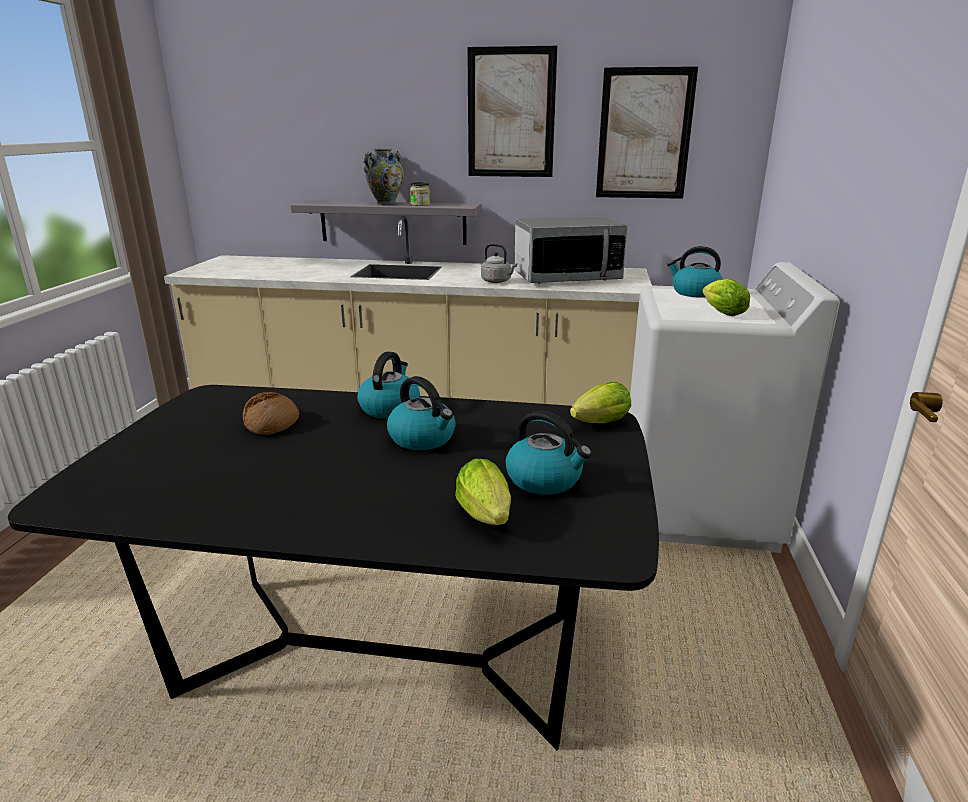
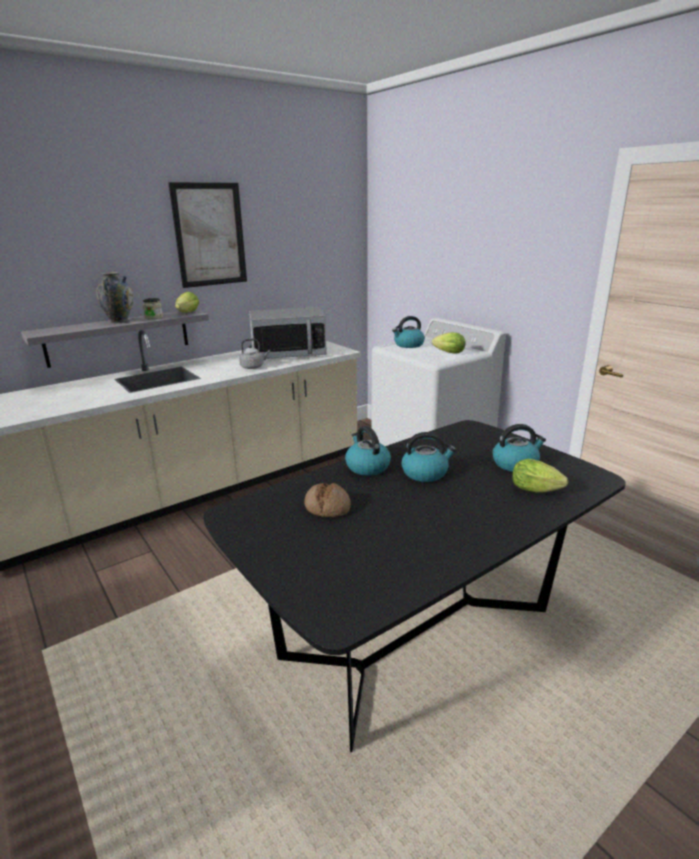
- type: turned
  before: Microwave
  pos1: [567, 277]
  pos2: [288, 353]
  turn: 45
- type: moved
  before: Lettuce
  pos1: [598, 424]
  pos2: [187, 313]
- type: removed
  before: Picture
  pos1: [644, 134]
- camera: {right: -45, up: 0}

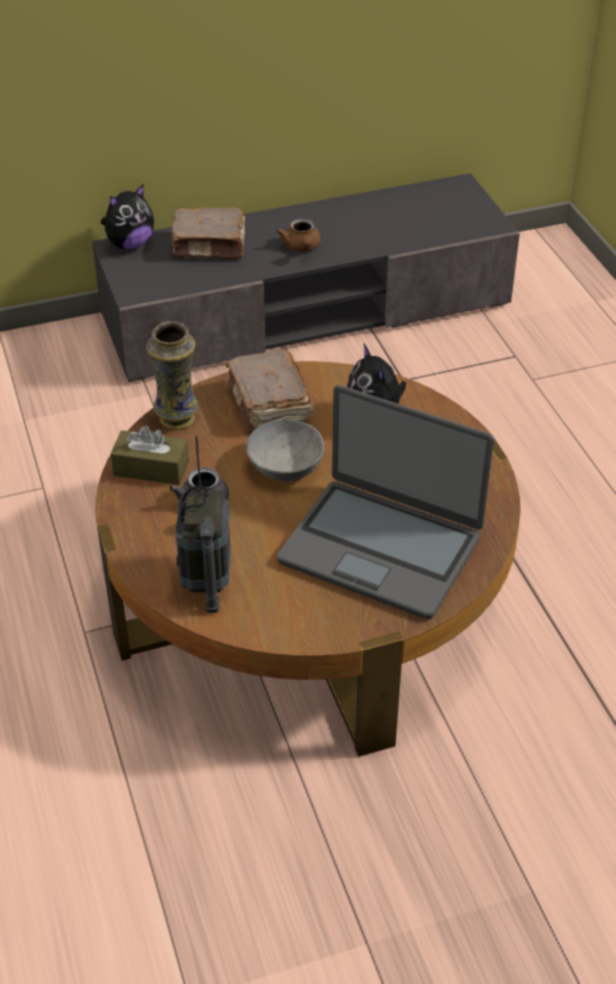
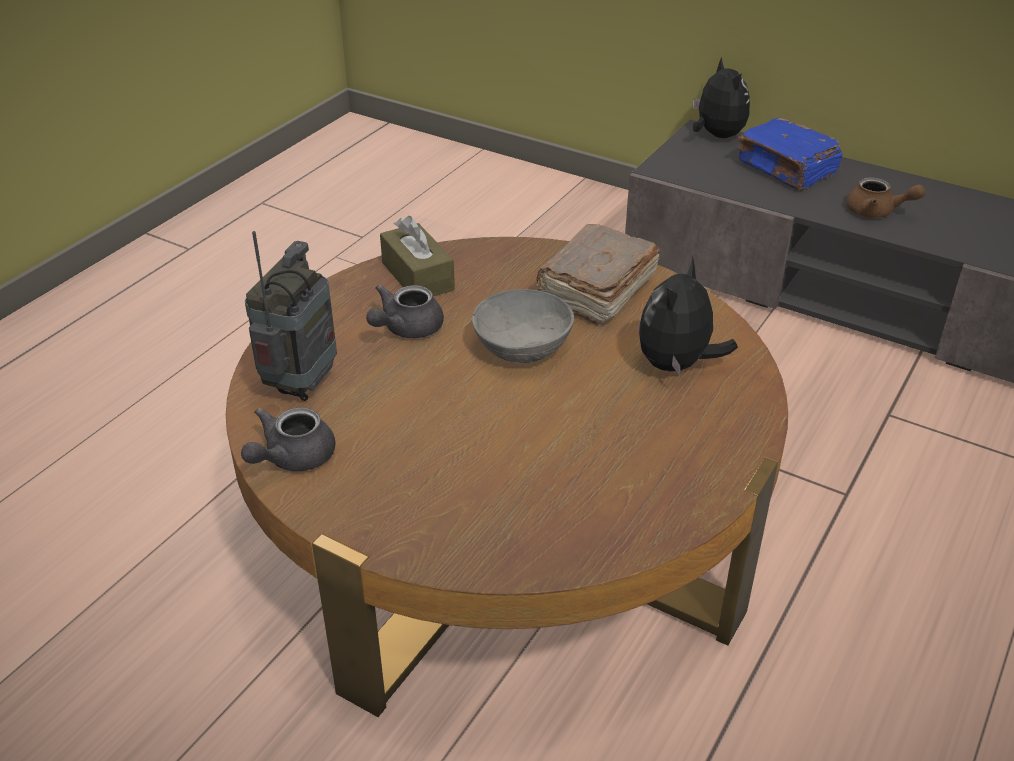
- type: turned
  before: PlushToy
  pos1: [130, 244]
  pos2: [716, 135]
  turn: -120
- type: removed
  before: Vase
  pos1: [177, 419]
- type: recoloured
  before: BrownBook
  after: BlueBook
  pos1: [210, 246]
  pos2: [786, 169]
- type: turned
  before: Radio
  pos1: [206, 582]
  pos2: [301, 384]
  turn: 150
- type: turned
  before: BrownTeapot
  pos1: [302, 247]
  pos2: [876, 212]
  turn: -105
- type: removed
  before: Laptop
  pos1: [381, 548]
- type: added
  after: GreyTeapot
  pos2: [292, 458]
- camera: {right: 50, up: -5}

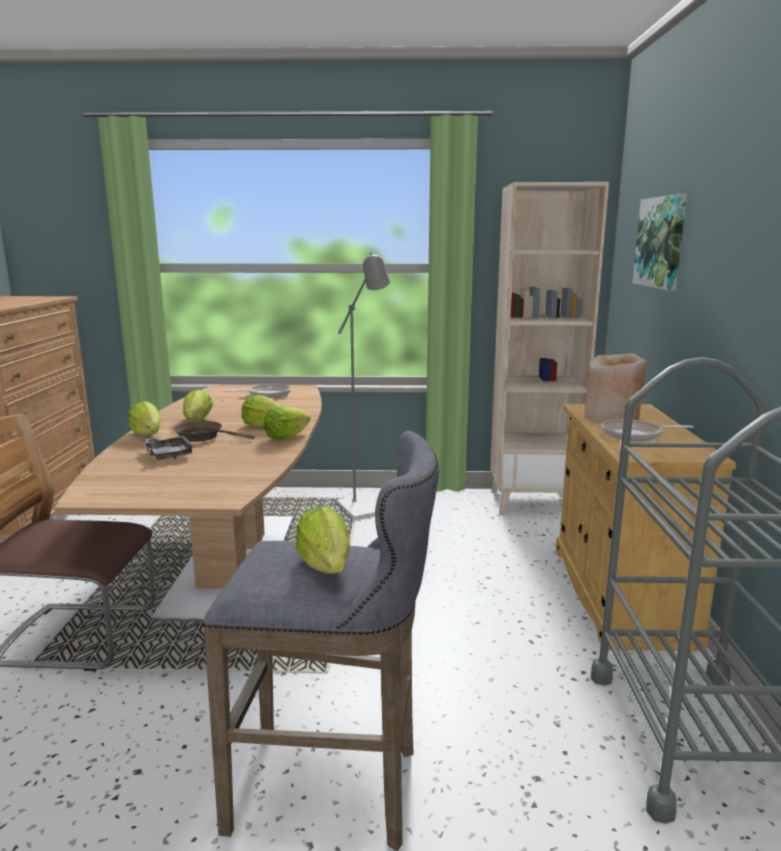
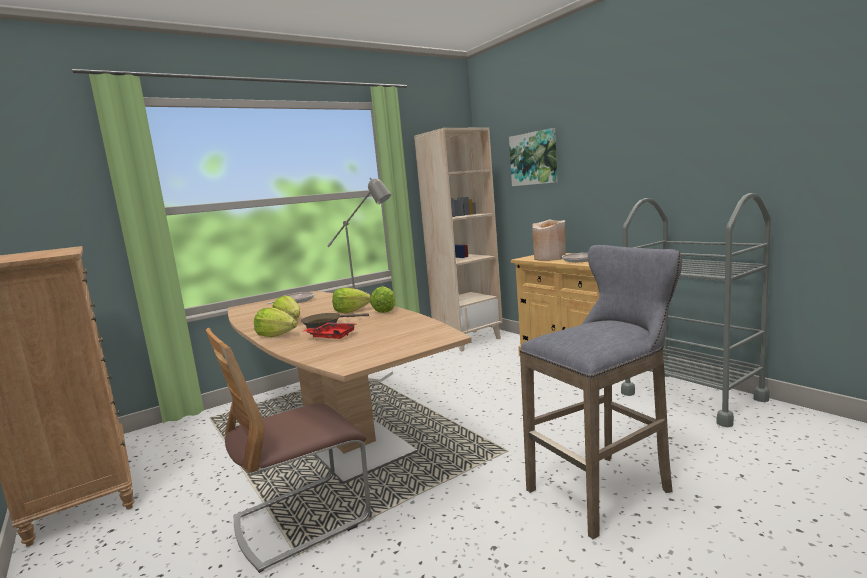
- type: recoloured
  before: GreyTray
  after: RedTray
  pos1: [168, 454]
  pos2: [332, 336]
- type: removed
  before: Lettuce
  pos1: [326, 566]
- camera: {right: -35, up: -5}

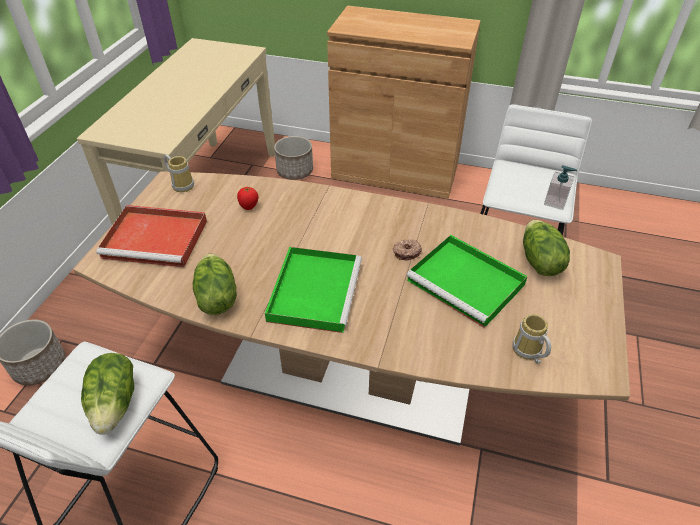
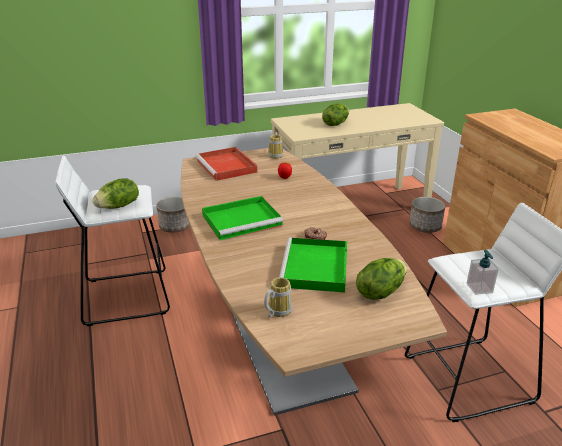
- type: moved
  before: Lettuce
  pos1: [216, 298]
  pos2: [335, 124]
- camera: {right: 55, up: -15}

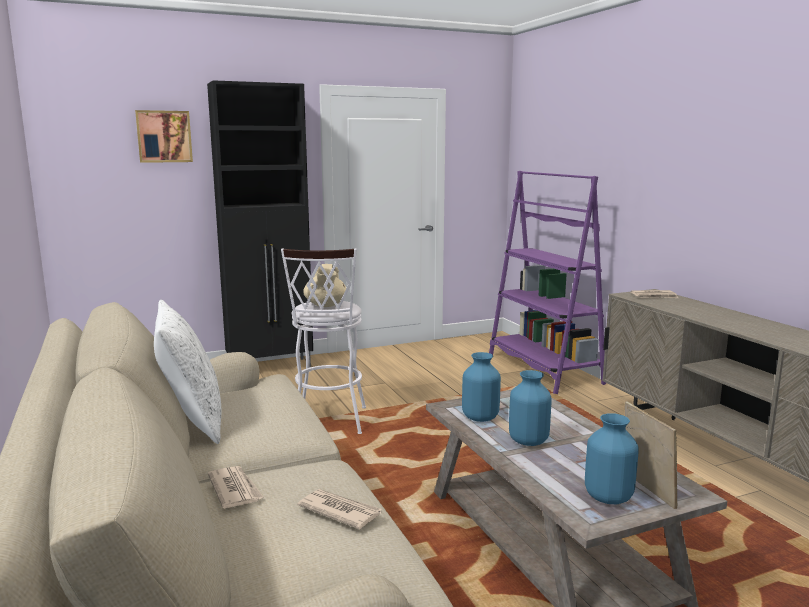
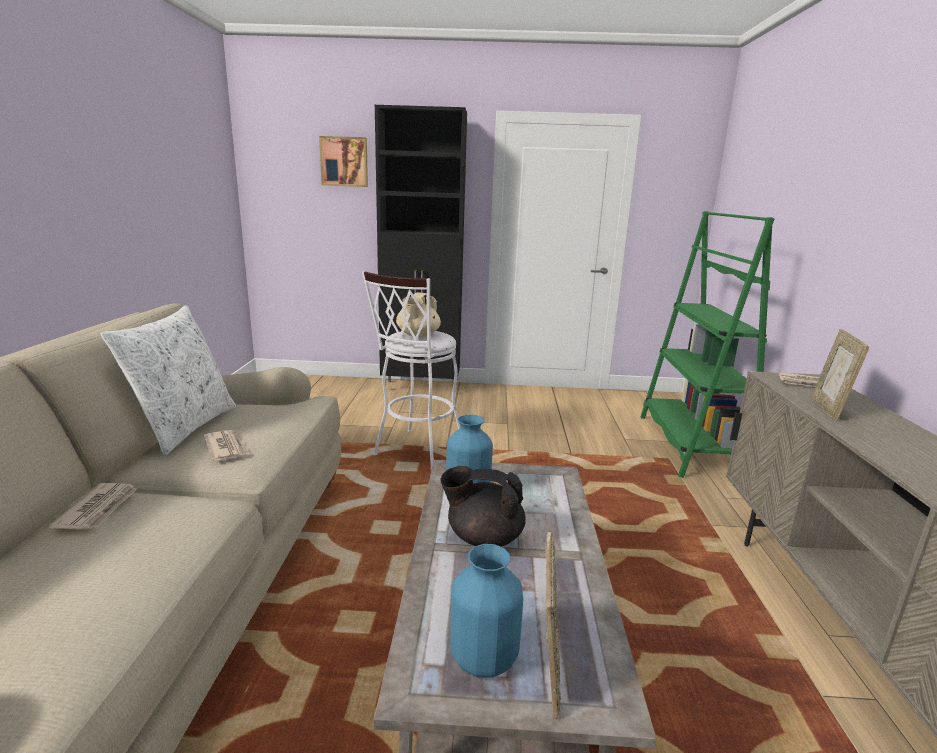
- type: moved
  before: Newspaper
  pos1: [339, 511]
  pos2: [226, 448]
- type: recoloured
  before: PurpleBookcase
  after: GreenBookcase
  pos1: [543, 369]
  pos2: [691, 445]
- type: replaced
  before: BlueVase
  after: BlackTeapot
  pos1: [527, 441]
  pos2: [483, 537]
- type: added
  after: PictureFrame
  pos2: [828, 409]
- camera: {right: 25, up: 5}

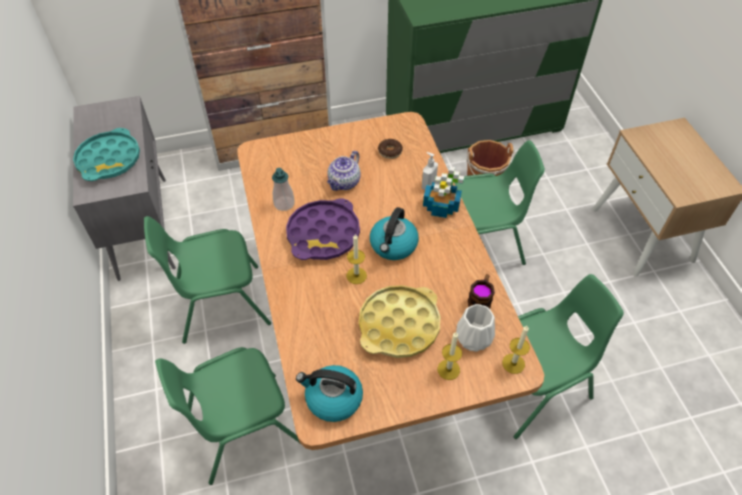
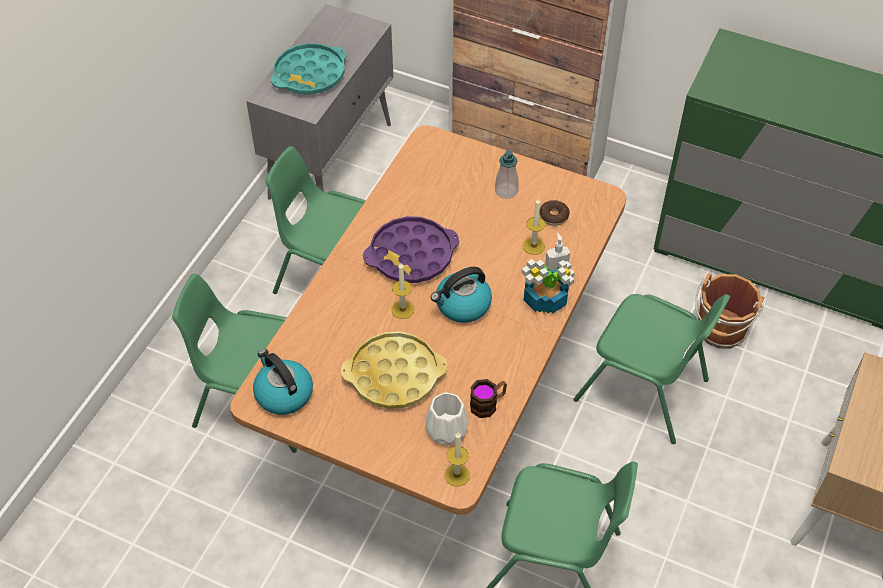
- type: moved
  before: SoapDispenser
  pos1: [284, 204]
  pos2: [506, 191]
- type: removed
  before: Teapot
  pos1: [344, 183]
- type: moved
  before: Candle
  pos1: [448, 369]
  pos2: [533, 246]
- camera: {right: 40, up: 0}

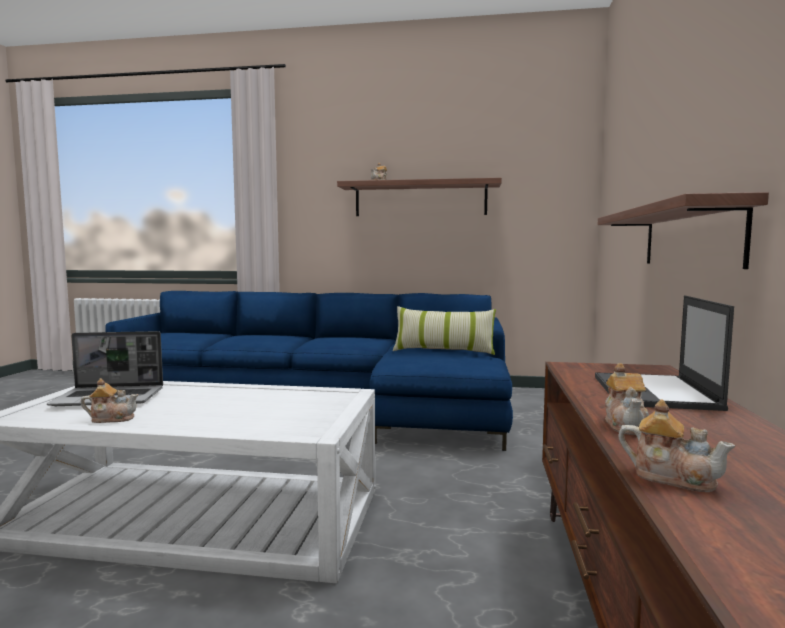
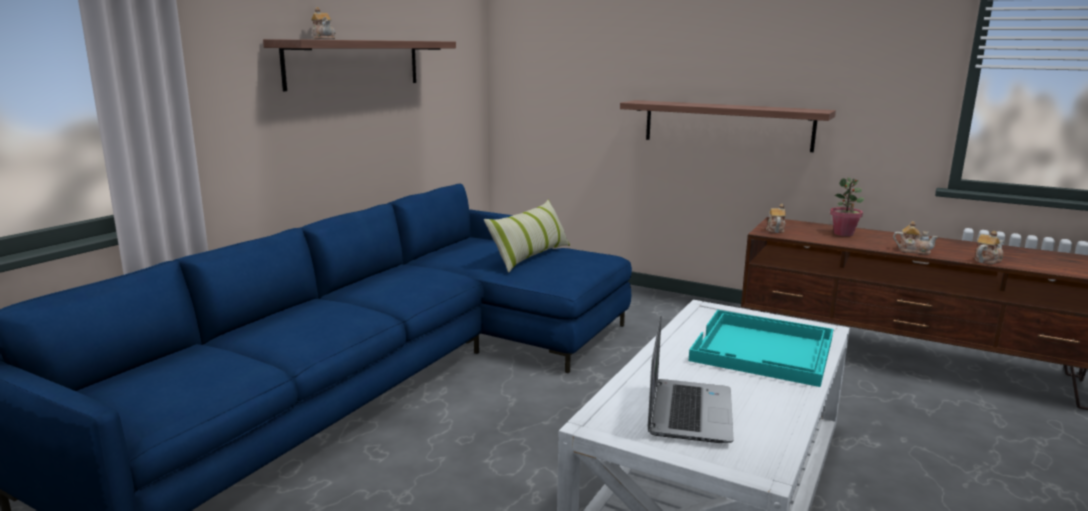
- type: moved
  before: Teapot
  pos1: [112, 418]
  pos2: [775, 230]
- type: replaced
  before: Laptop
  after: PottedPlant
  pos1: [654, 392]
  pos2: [843, 234]
- type: added
  after: TurquoiseTray
  pos2: [764, 350]
- camera: {right: -70, up: 10}

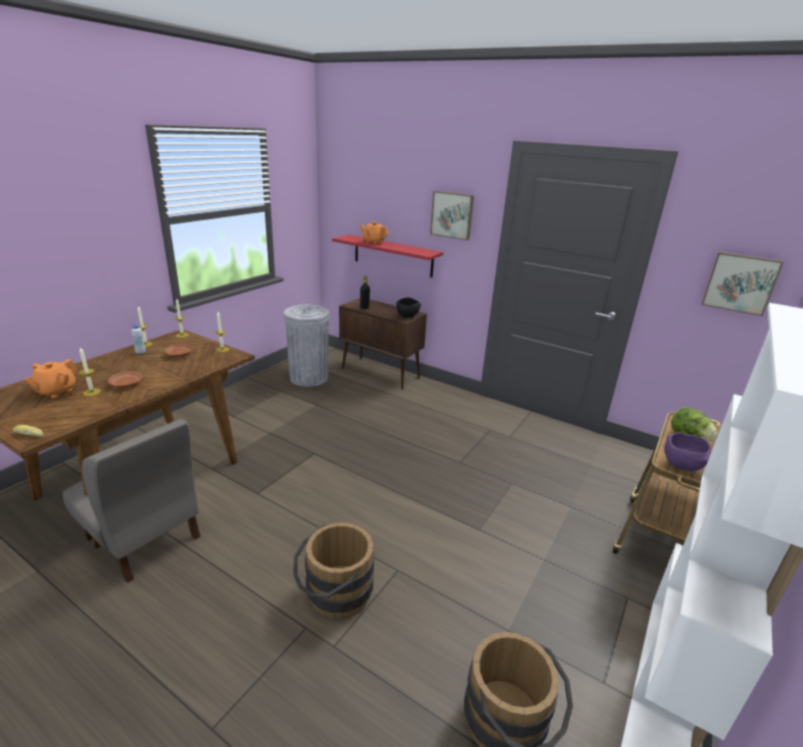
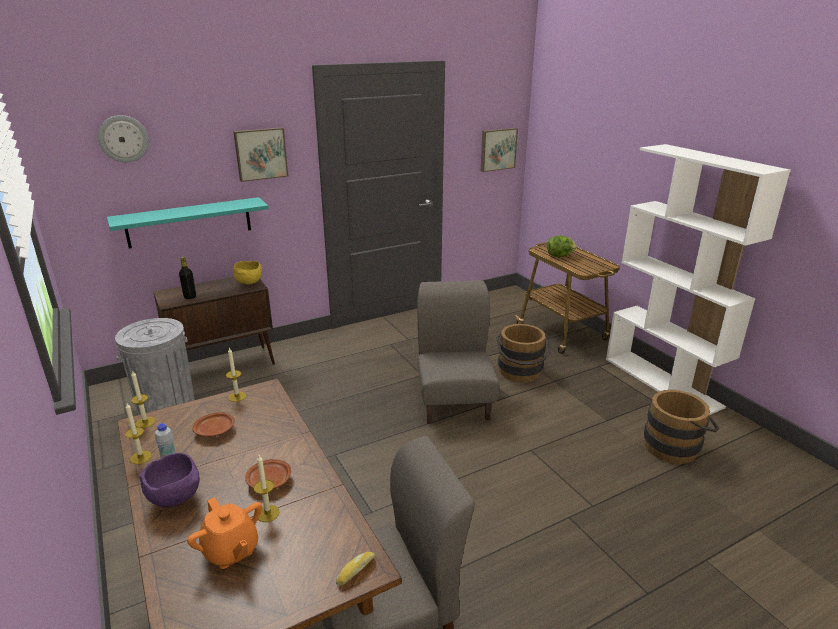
- type: moved
  before: BrownBucket
  pos1: [334, 595]
  pos2: [520, 373]
- type: recoloured
  before: RedShelf
  after: TurquoiseShelf
  pos1: [393, 255]
  pos2: [189, 222]
- type: removed
  before: OrangeTeapot
  pos1: [373, 242]
- type: recoloured
  before: BlackBowl
  after: YellowBowl
  pos1: [408, 316]
  pos2: [249, 282]
- type: moved
  before: PurpleBowl
  pos1: [683, 466]
  pos2: [176, 498]
- type: added
  after: WallClock
  pos2: [123, 139]
- type: added
  after: GreyChair
  pos2: [454, 401]
- camera: {right: -60, up: 0}

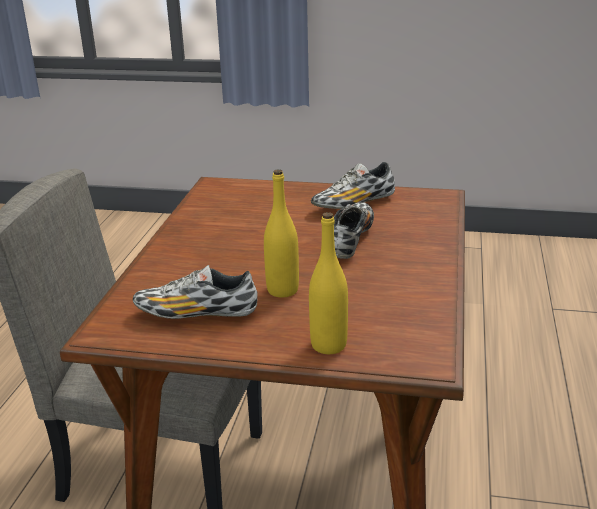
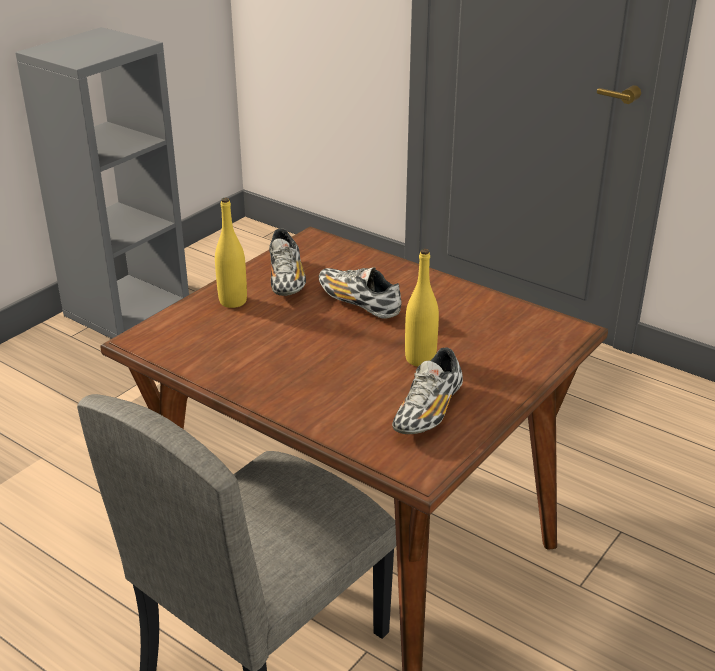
- type: moved
  before: YellowBottle
  pos1: [328, 345]
  pos2: [233, 301]
- type: added
  after: GreyBookcase
  pos2: [127, 307]
- camera: {right: -65, up: 5}

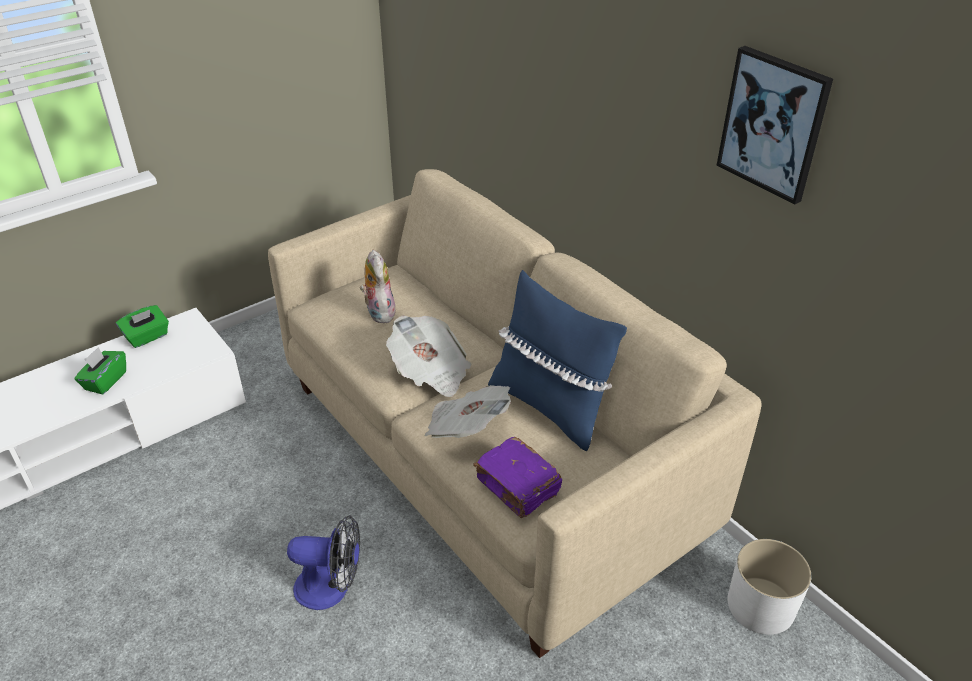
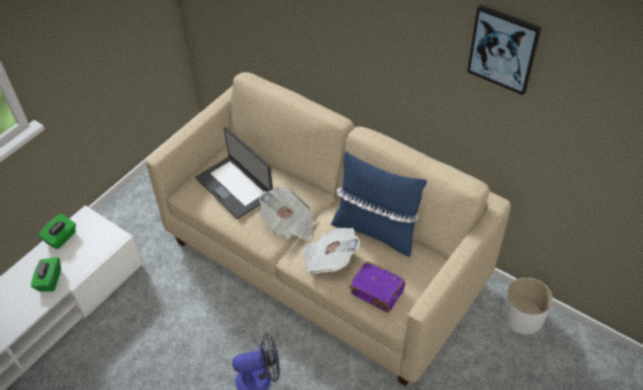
- type: replaced
  before: PlushToy
  after: Laptop
  pos1: [378, 312]
  pos2: [235, 186]
- camera: {right: -15, up: 10}

